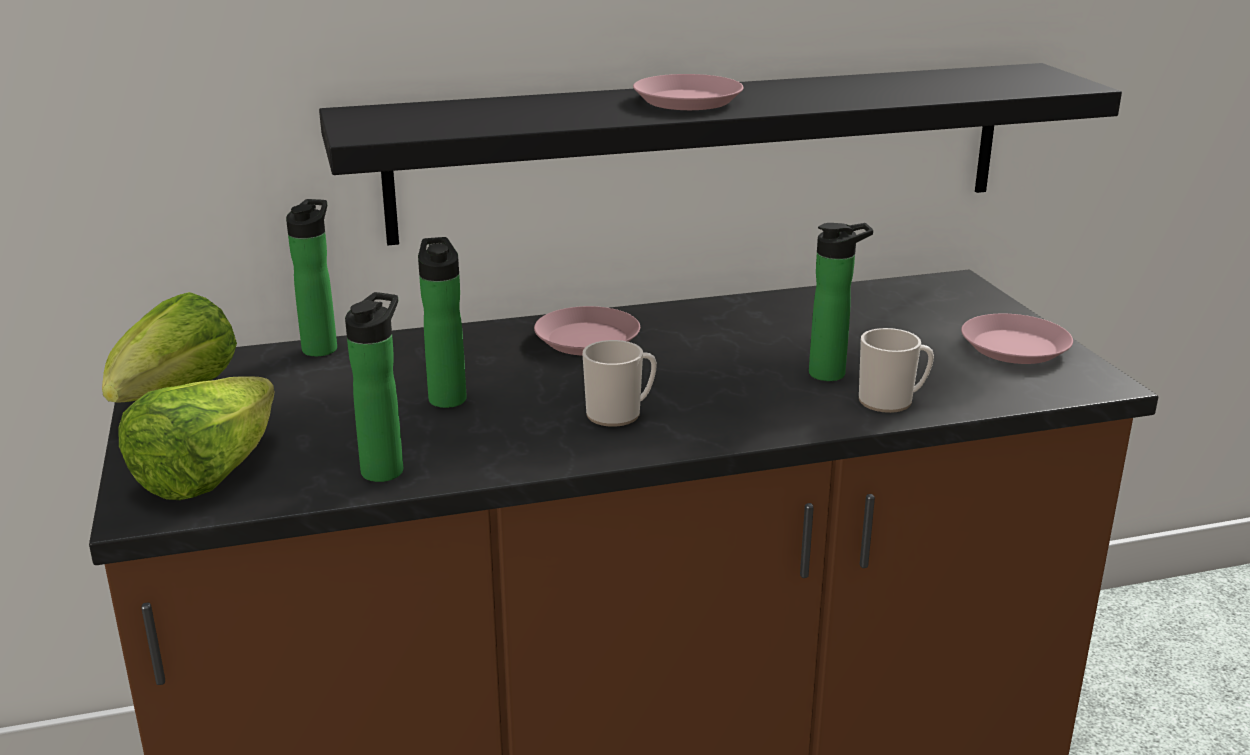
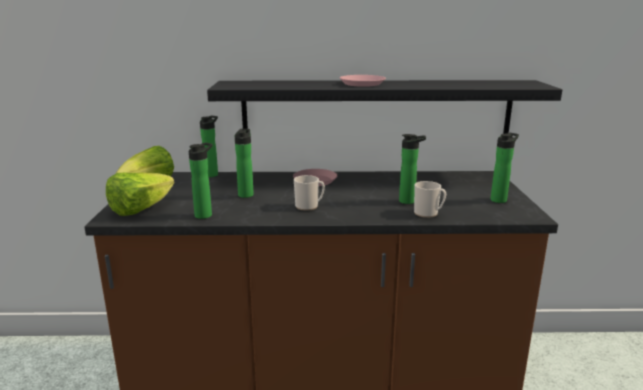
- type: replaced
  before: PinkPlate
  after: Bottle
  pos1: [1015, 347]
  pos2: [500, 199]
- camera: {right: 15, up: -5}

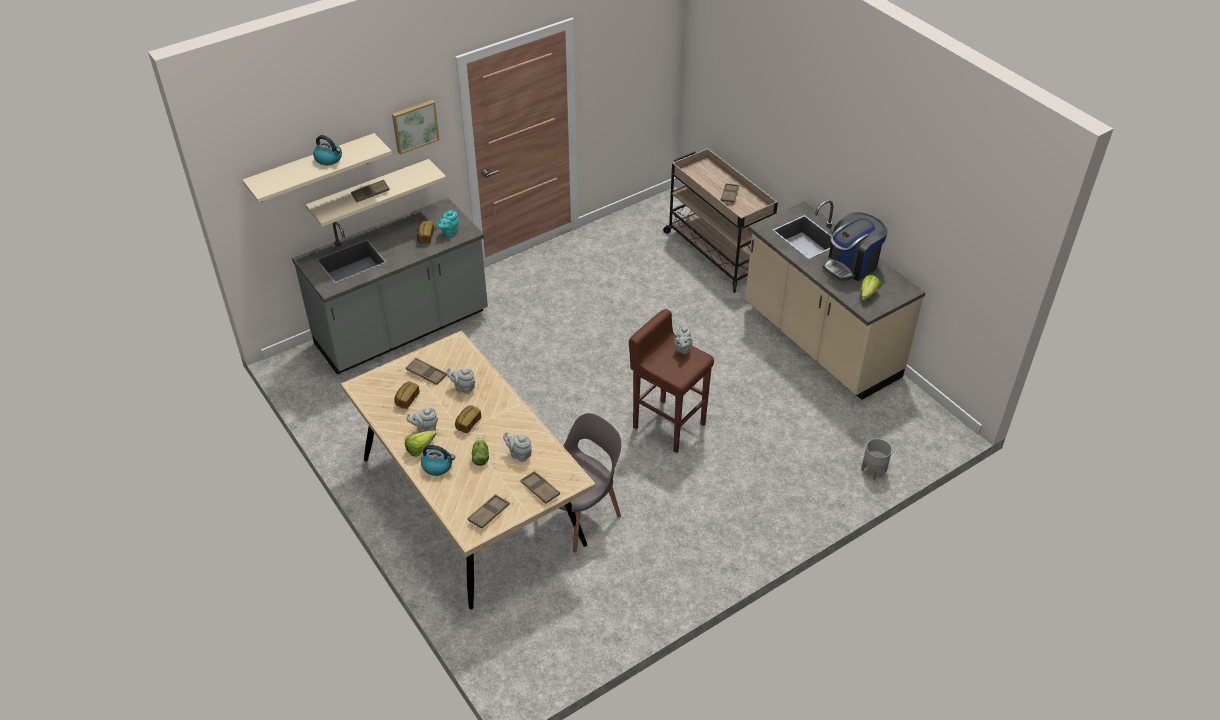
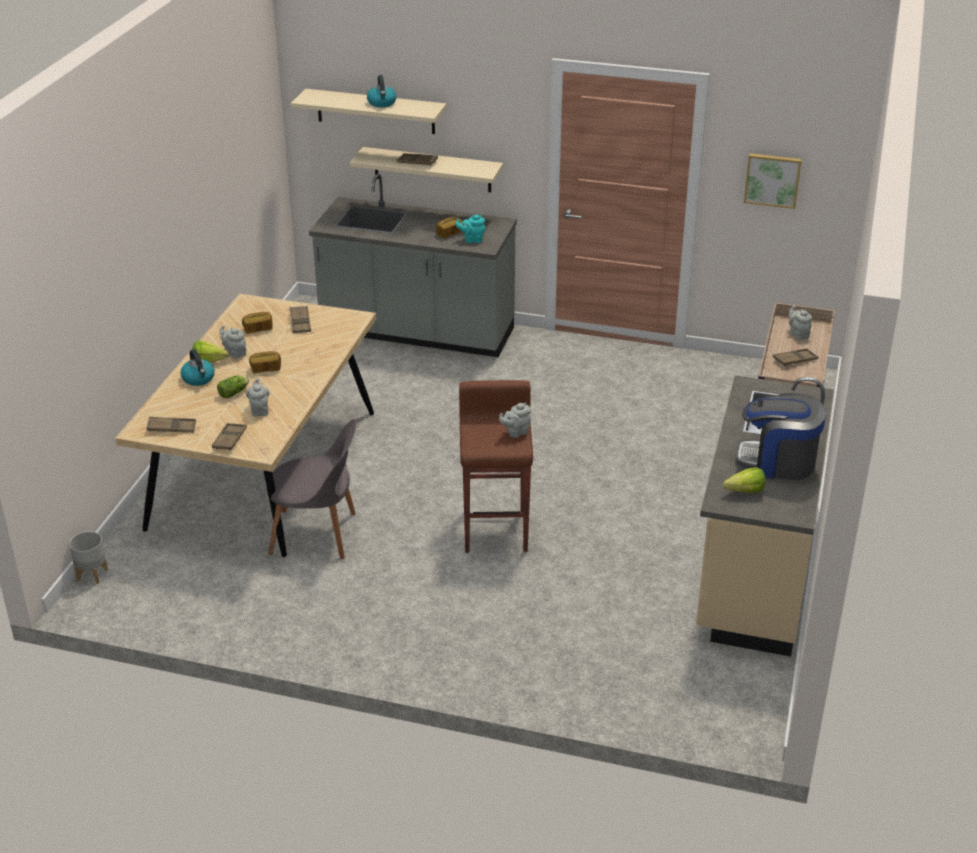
- type: moved
  before: Picture
  pos1: [414, 125]
  pos2: [772, 179]
- type: moved
  before: GreyTeapot
  pos1: [463, 388]
  pos2: [798, 334]
- type: moved
  before: GreyPlanter
  pos1: [873, 470]
  pos2: [92, 574]
- camera: {right: 50, up: -10}

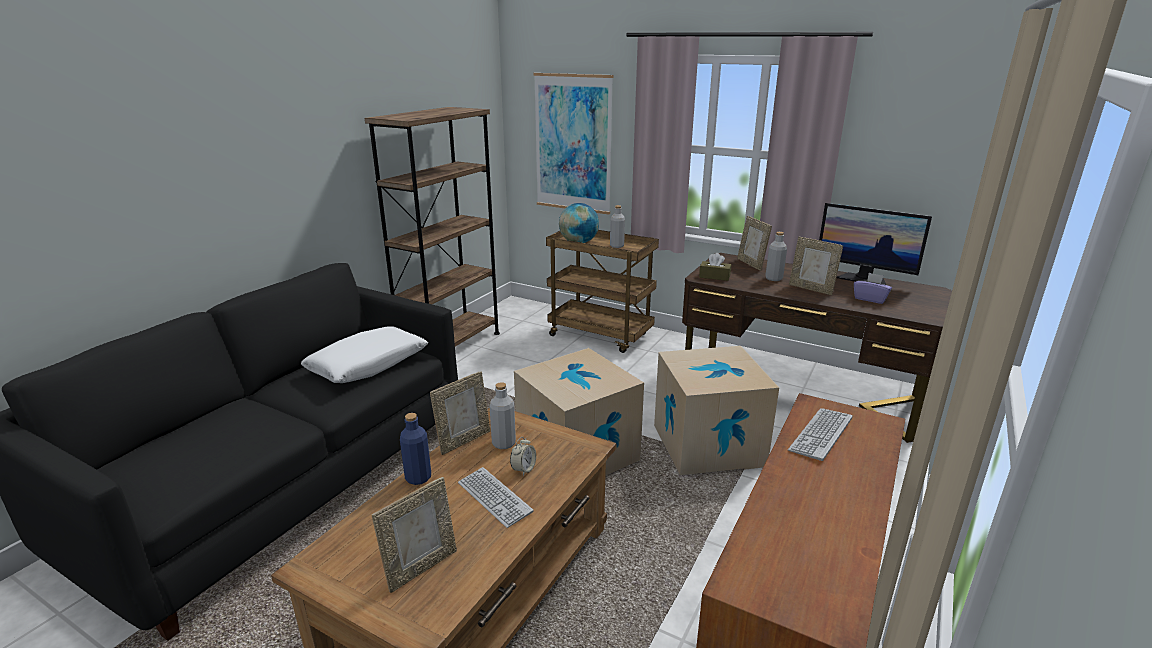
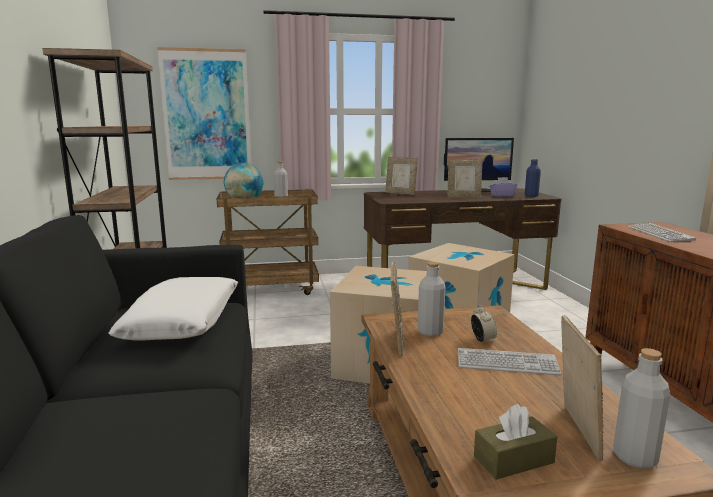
- type: moved
  before: BlueBottle
  pos1: [418, 478]
  pos2: [531, 195]
- type: moved
  before: BrownTissueBox
  pos1: [714, 276]
  pos2: [513, 460]
- type: moved
  before: GreyBottle
  pos1: [773, 278]
  pos2: [634, 457]
- camera: {right: -40, up: -10}

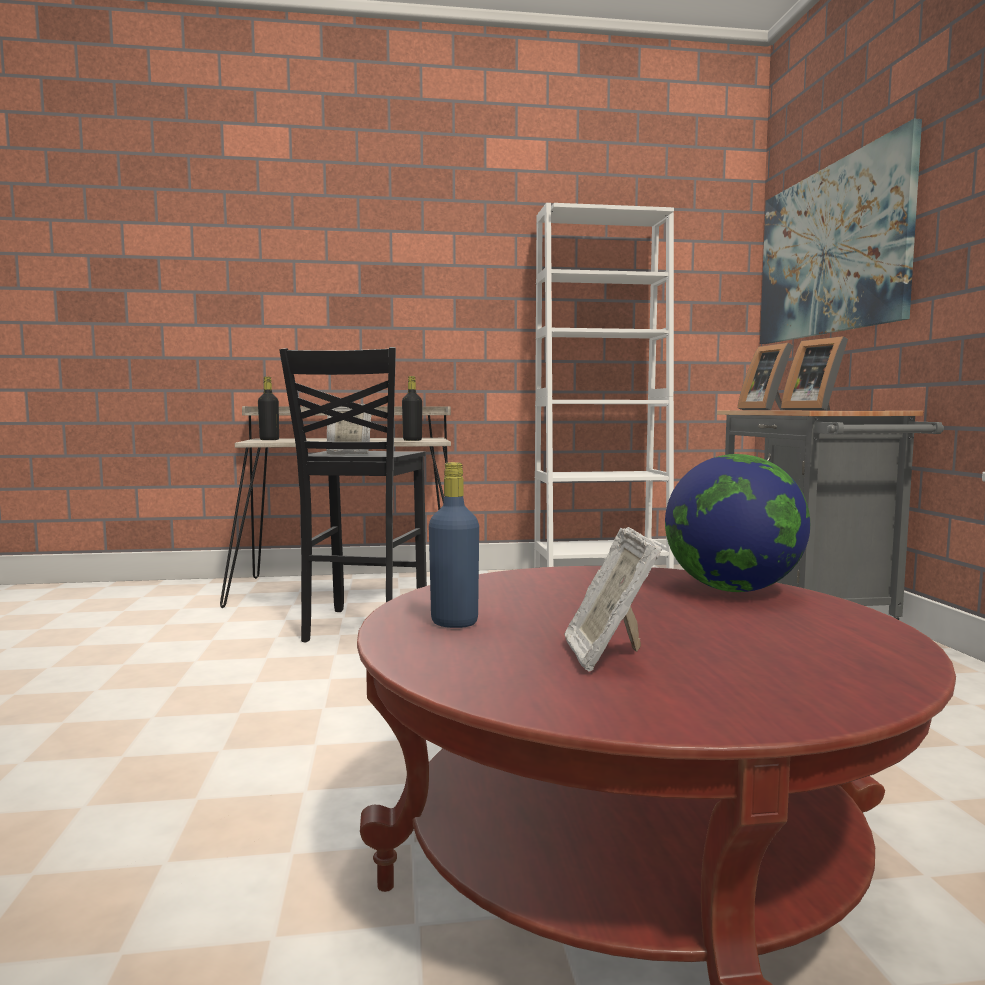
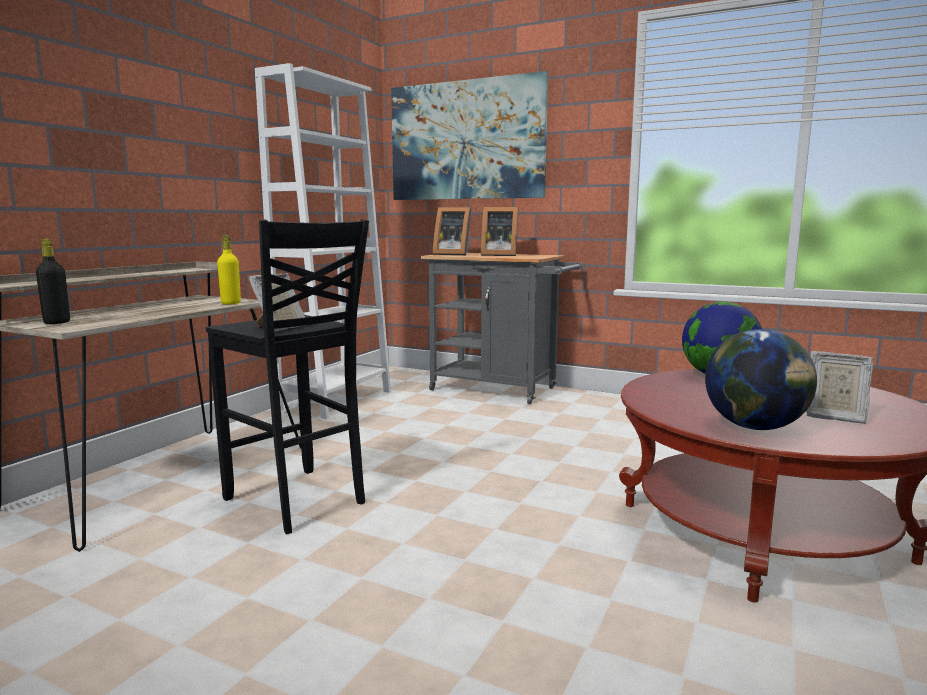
- type: recoloured
  before: BlackBottle
  after: YellowBottle
  pos1: [412, 440]
  pos2: [231, 303]
- type: replaced
  before: BlueBottle
  after: Globe
  pos1: [454, 622]
  pos2: [755, 427]
- camera: {right: -55, up: 5}

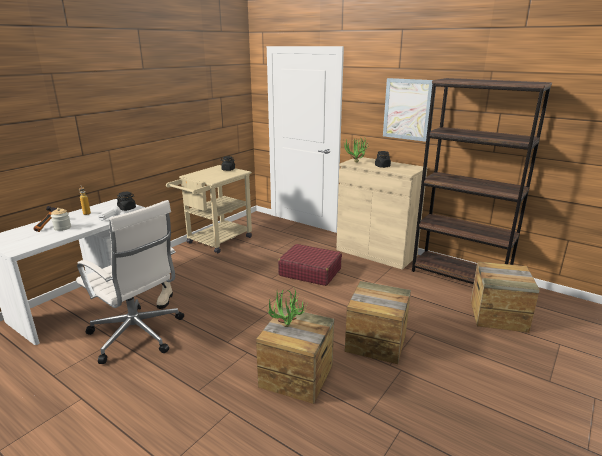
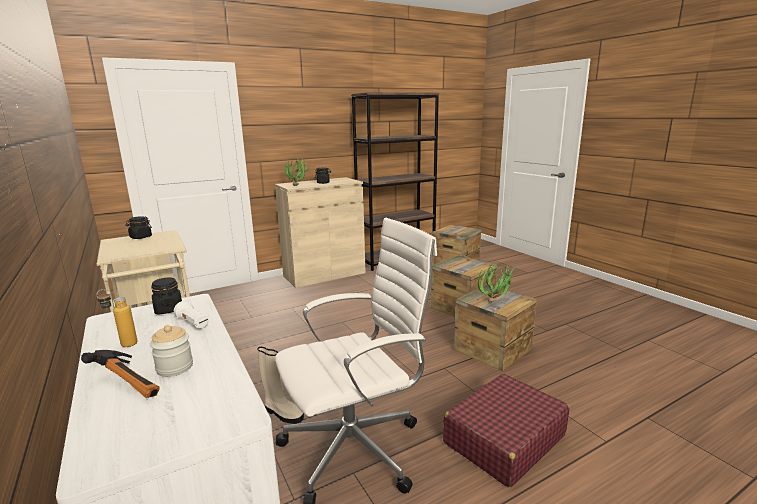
- type: moved
  before: RedSuitcase
  pos1: [310, 272]
  pos2: [503, 439]
- type: removed
  before: Picture
  pos1: [407, 109]
- camera: {right: -65, up: -5}

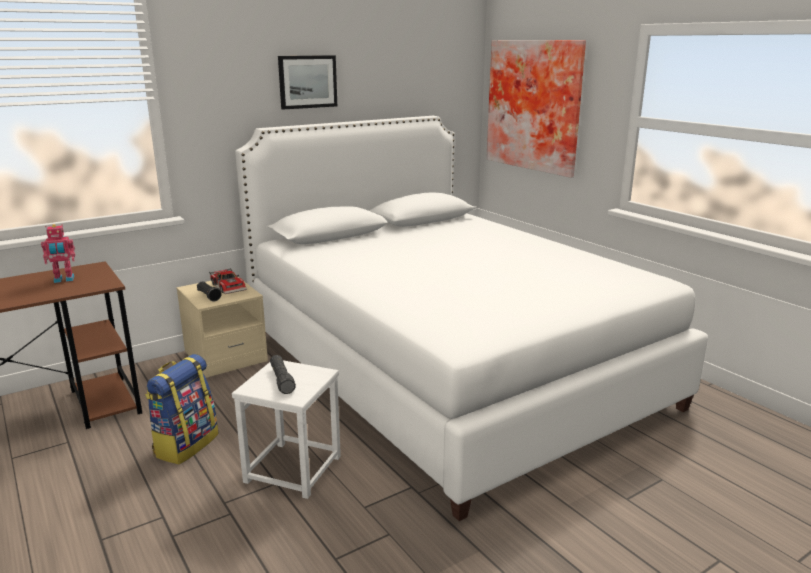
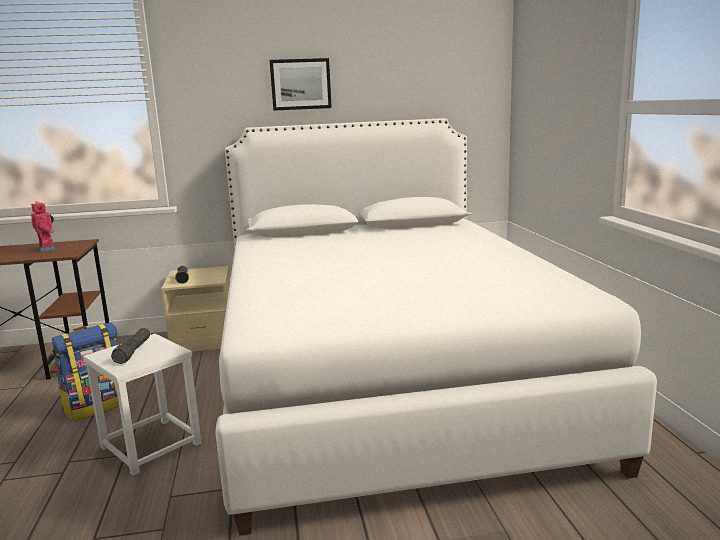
- type: turned
  before: ToyRobot
  pos1: [64, 280]
  pos2: [47, 249]
  turn: -135
- type: removed
  before: ToyCar
  pos1: [229, 286]
- type: removed
  before: Picture
  pos1: [535, 105]
- camera: {right: 25, up: -5}

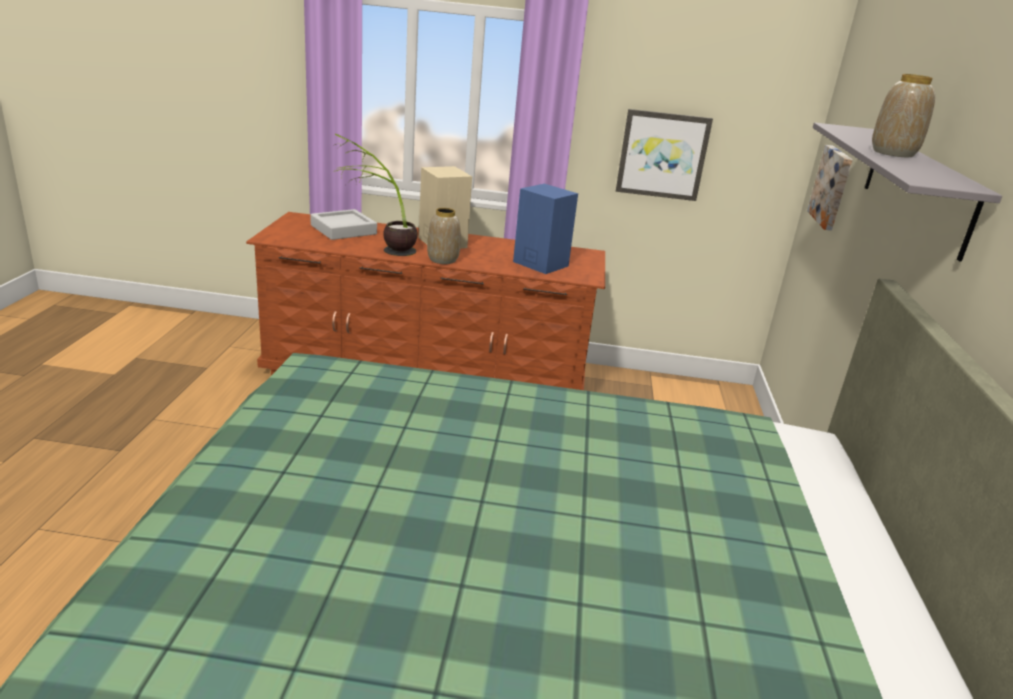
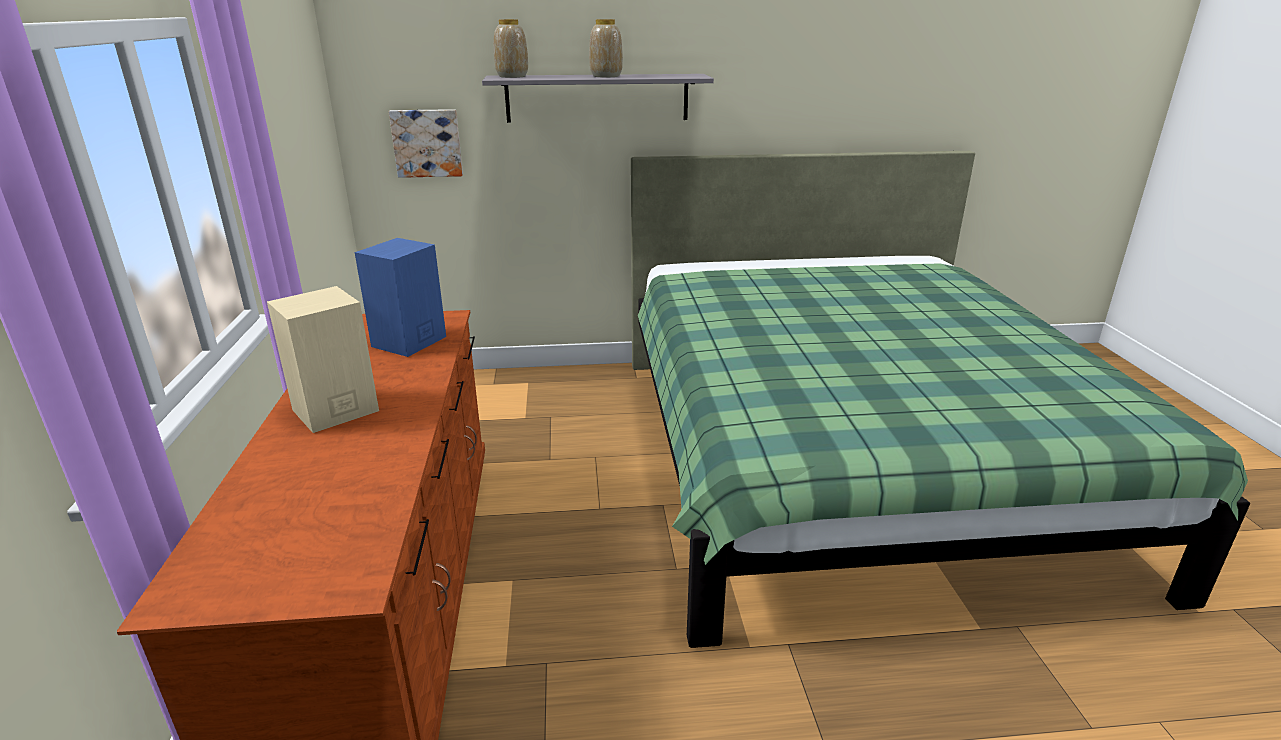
- type: removed
  before: GreyTray
  pos1: [343, 230]
- type: removed
  before: PottedPlant
  pos1: [379, 249]
- type: moved
  before: Vase
  pos1: [442, 260]
  pos2: [512, 76]
- type: removed
  before: Picture
  pos1: [662, 155]
- camera: {right: -100, up: 0}

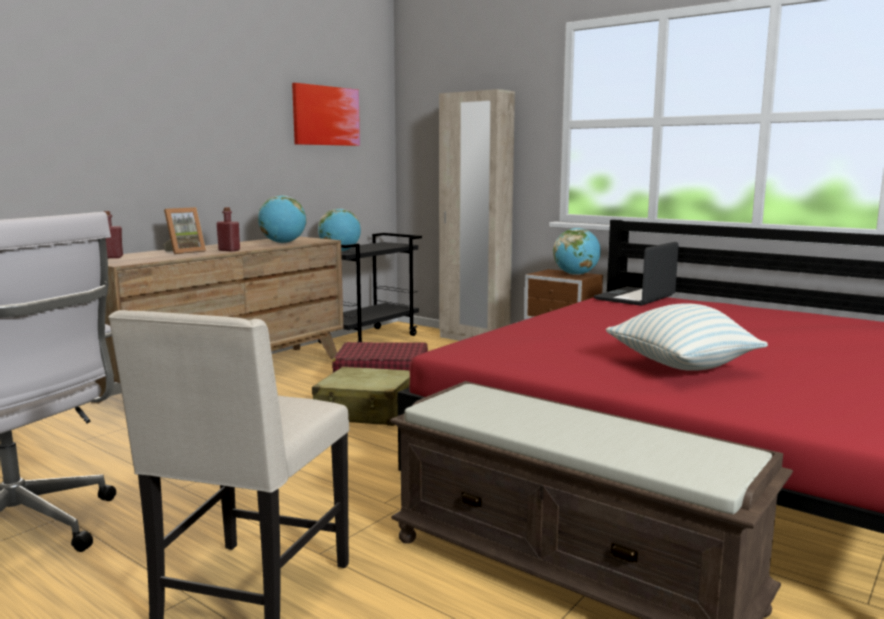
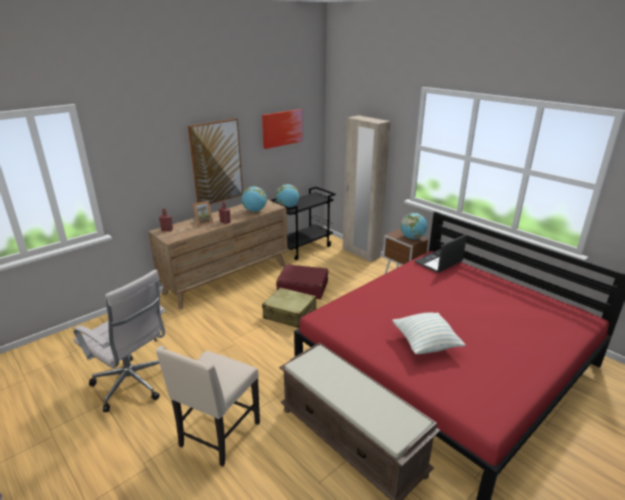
- type: added
  after: Picture
  pos2: [216, 162]
- camera: {right: 10, up: 15}

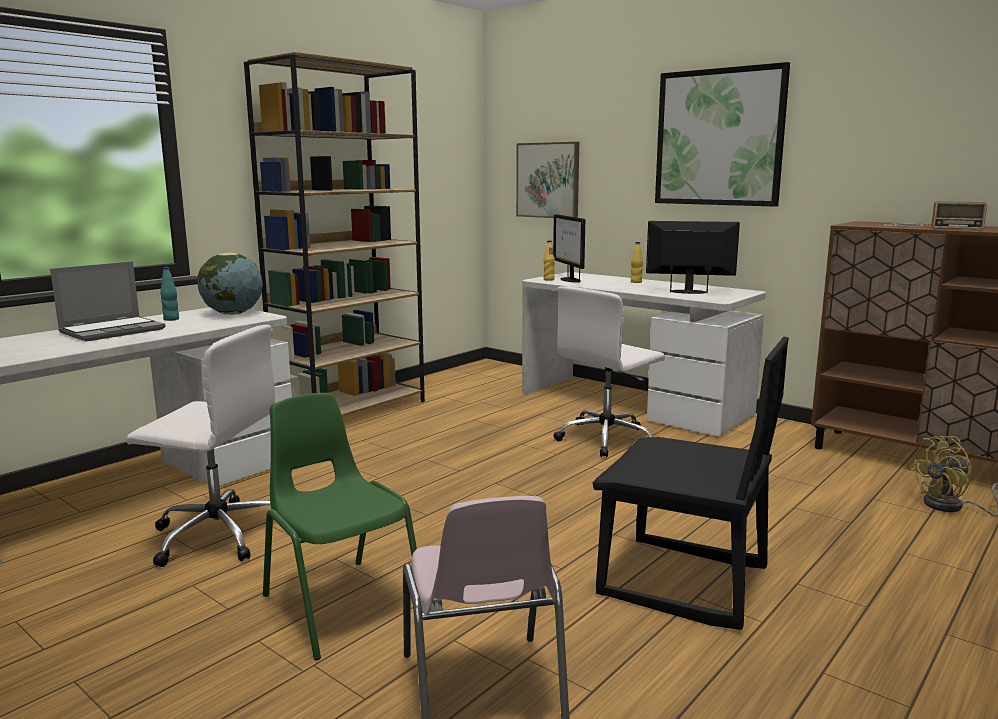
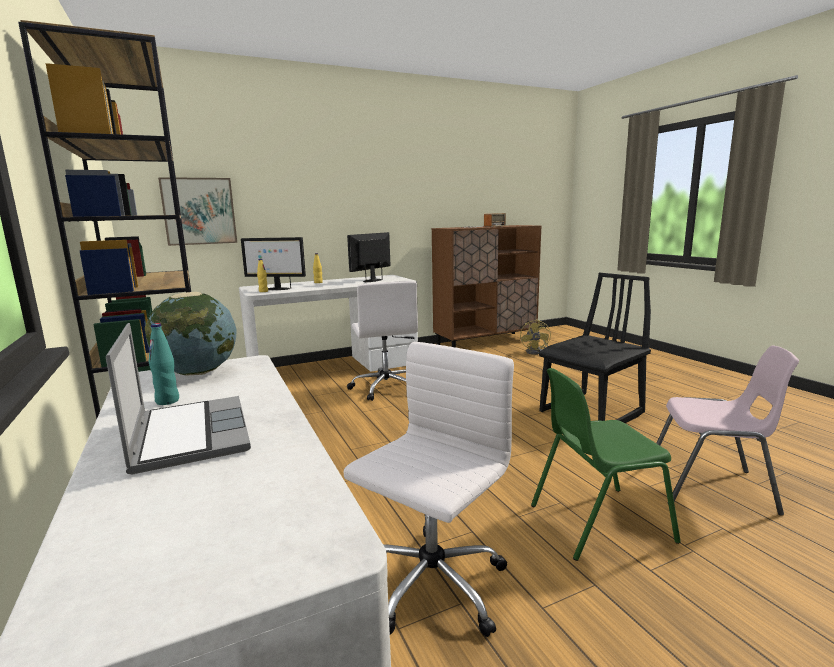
- type: removed
  before: Picture
  pos1: [719, 137]
- camera: {right: -65, up: 0}

